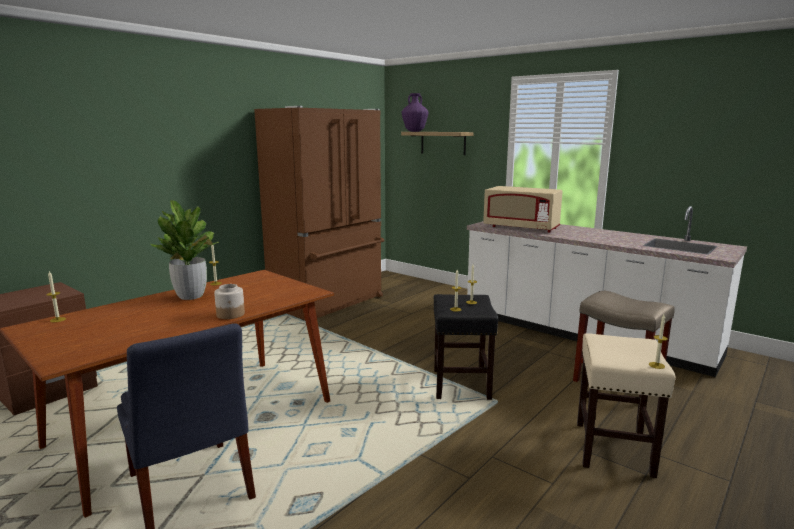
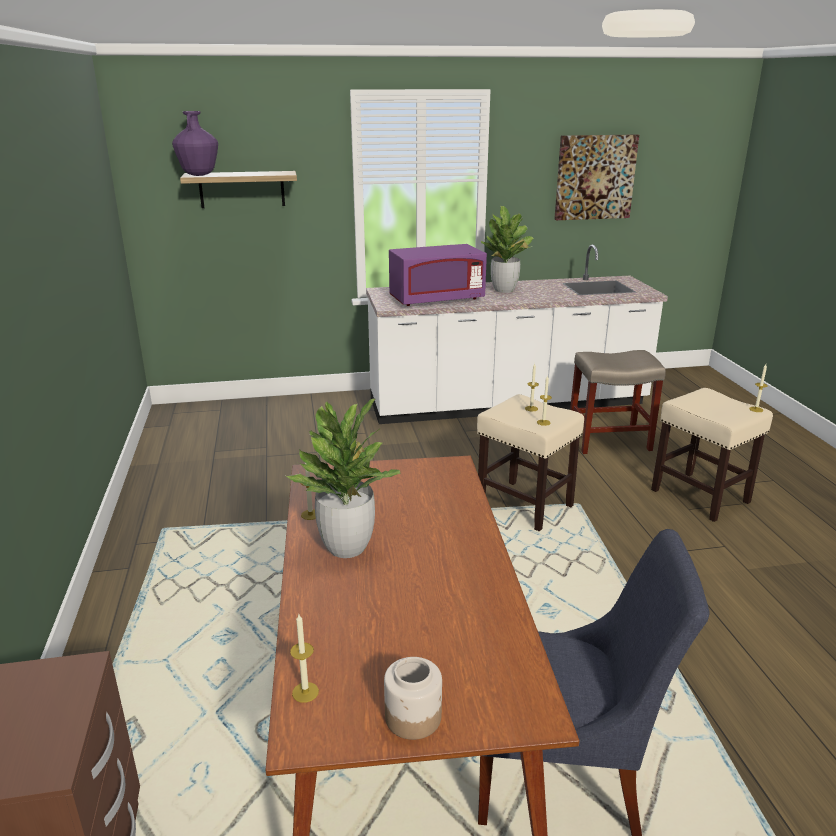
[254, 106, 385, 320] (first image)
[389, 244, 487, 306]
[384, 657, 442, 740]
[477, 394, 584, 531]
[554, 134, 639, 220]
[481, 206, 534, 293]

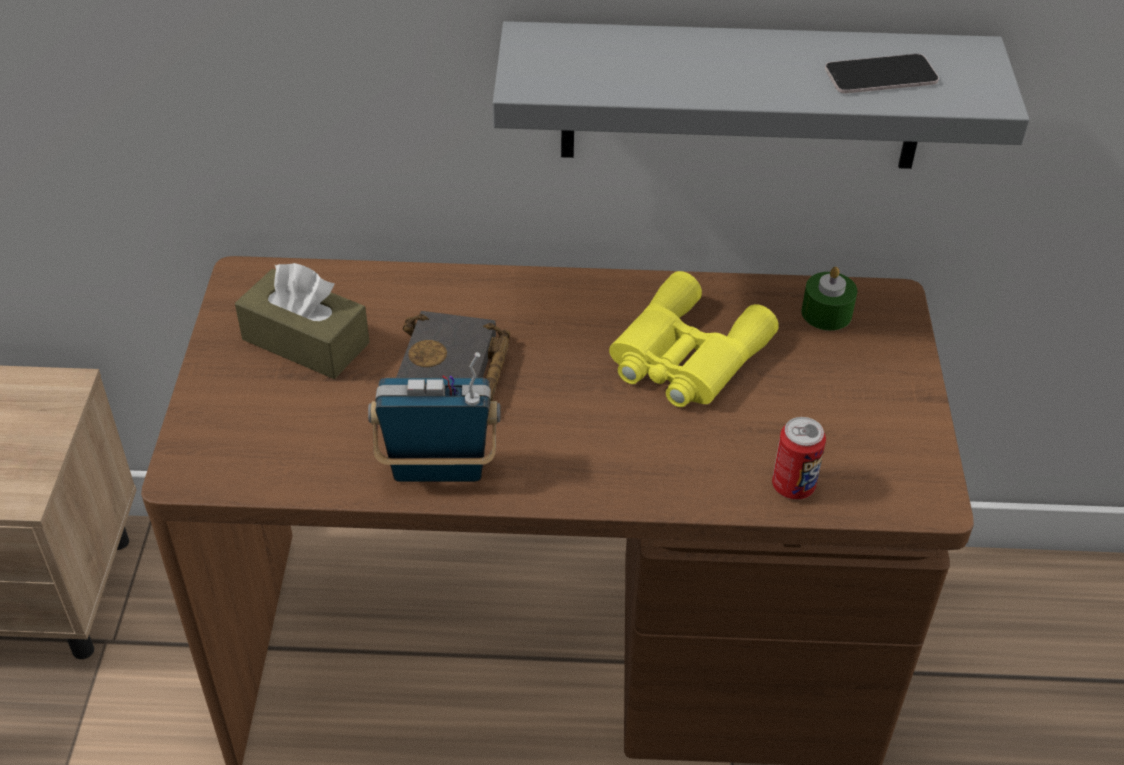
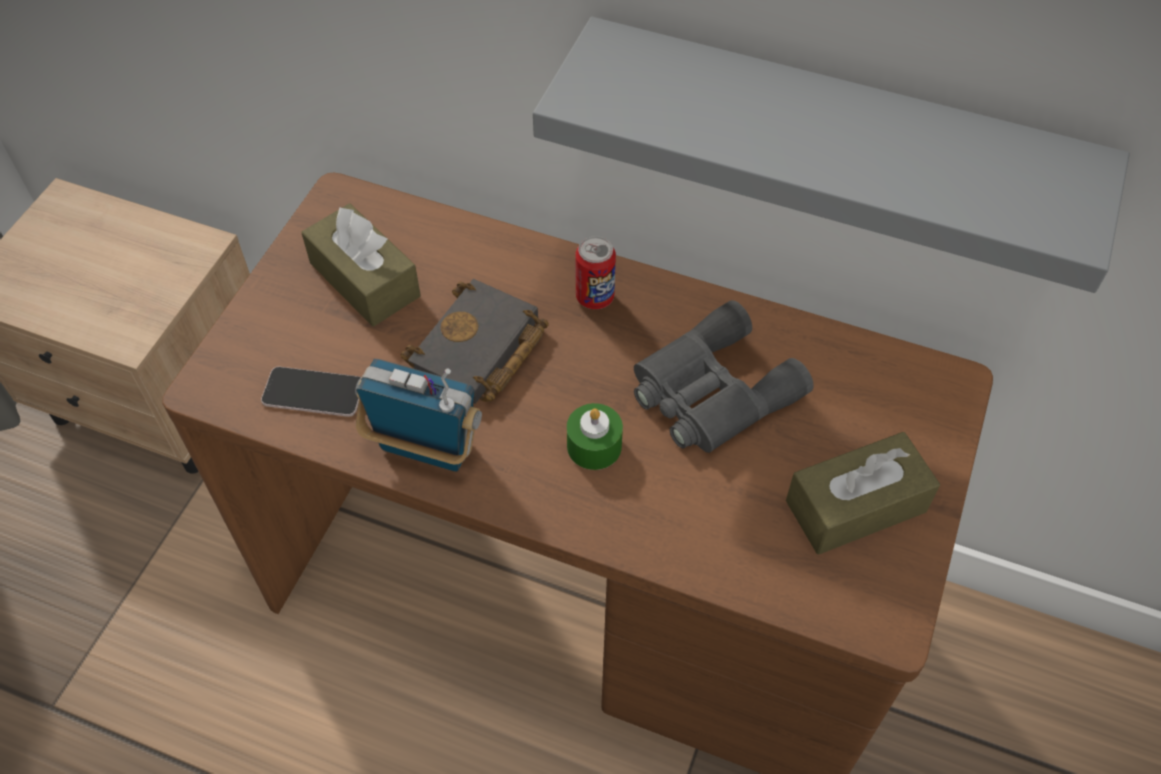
[261, 367, 362, 417]
[567, 403, 623, 470]
[634, 300, 814, 453]
[575, 236, 616, 309]
[786, 432, 940, 555]

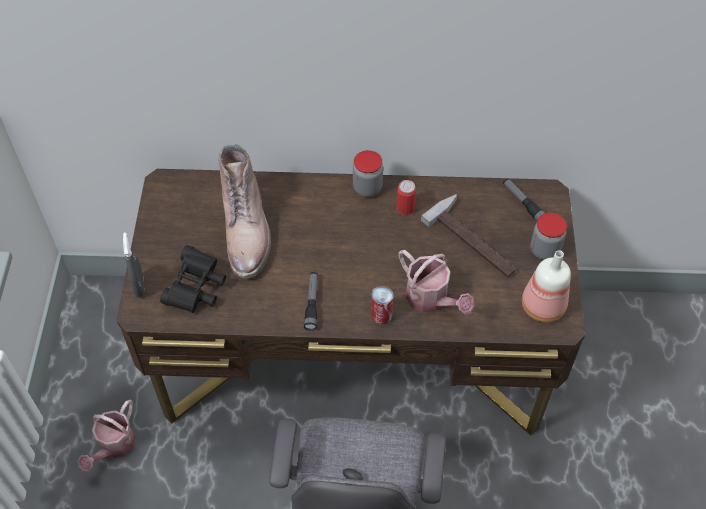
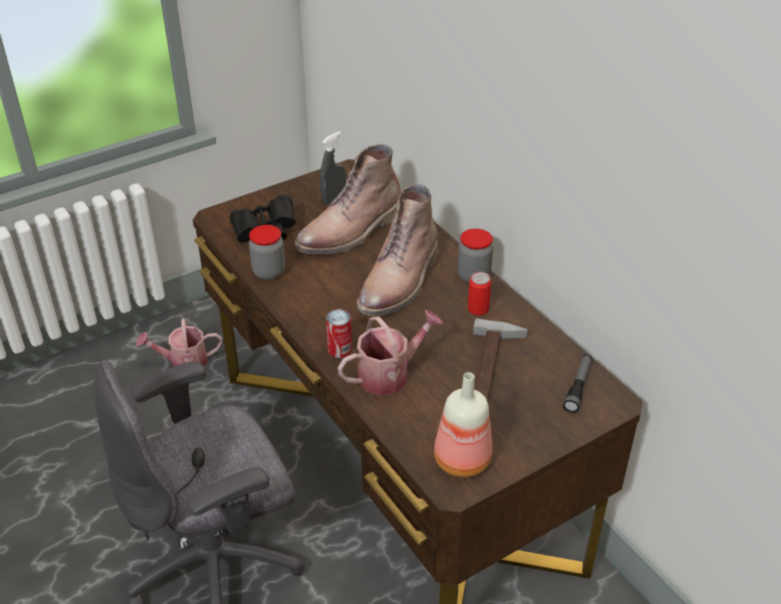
[249, 225, 285, 280]
[319, 131, 346, 204]
[338, 310, 444, 395]
[304, 272, 318, 331] (first image)
[356, 184, 438, 316]

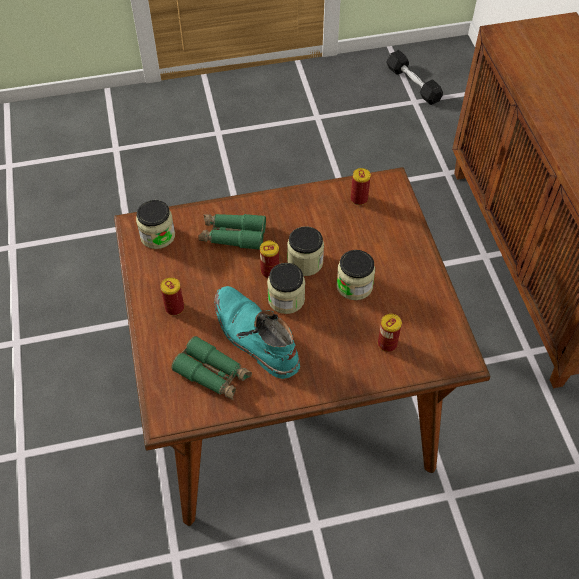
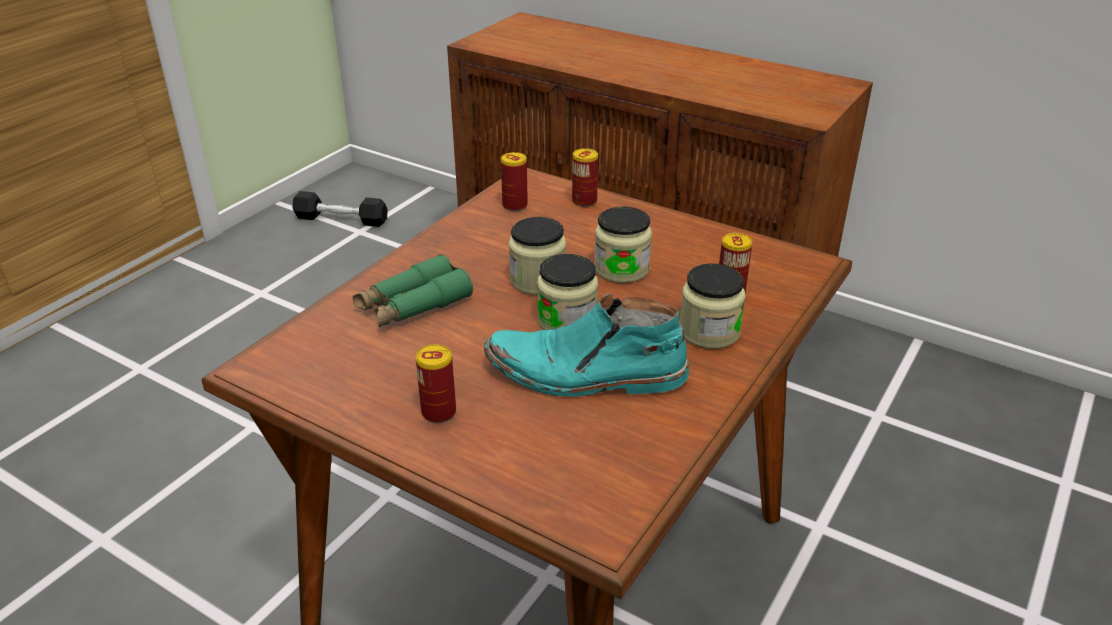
[680, 263, 746, 349]
[572, 148, 598, 207]
[172, 336, 252, 400] (first image)

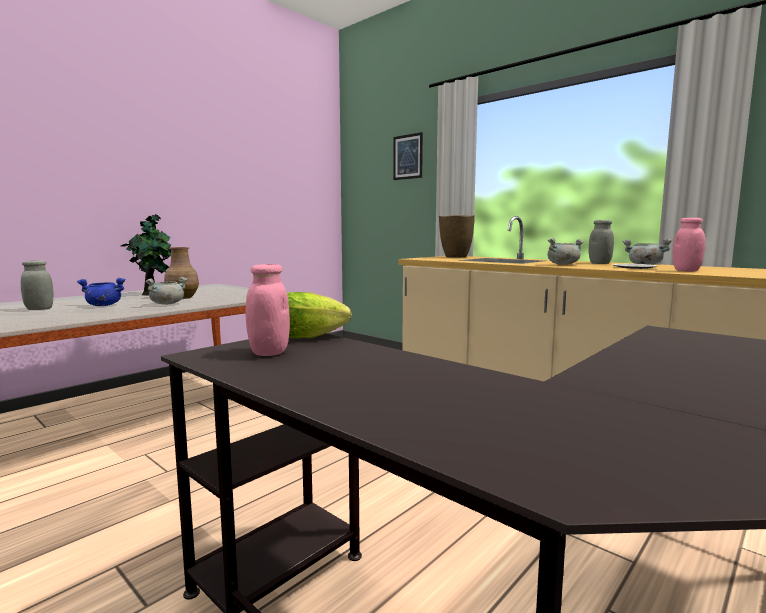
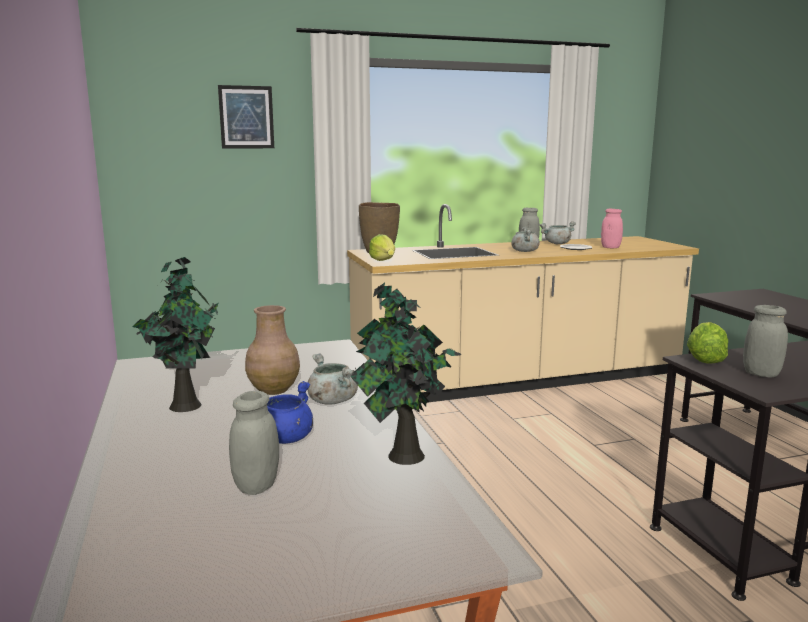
[743, 305, 788, 377]
[369, 234, 395, 261]
[351, 283, 462, 465]

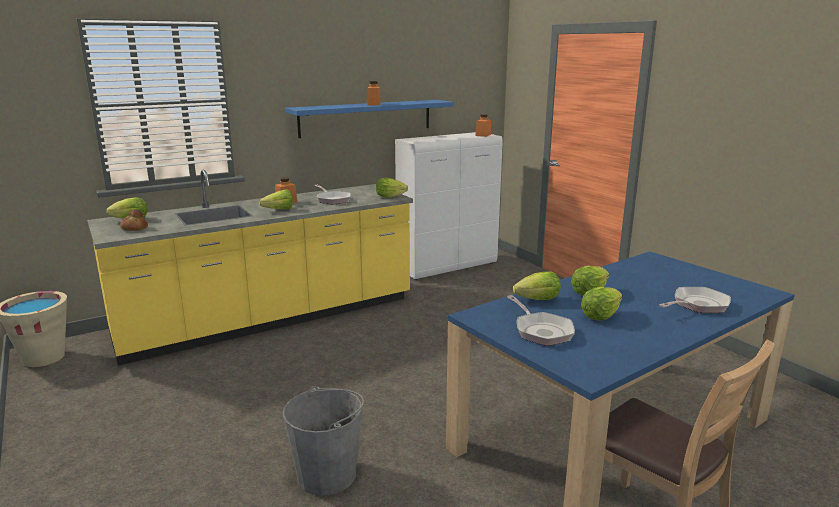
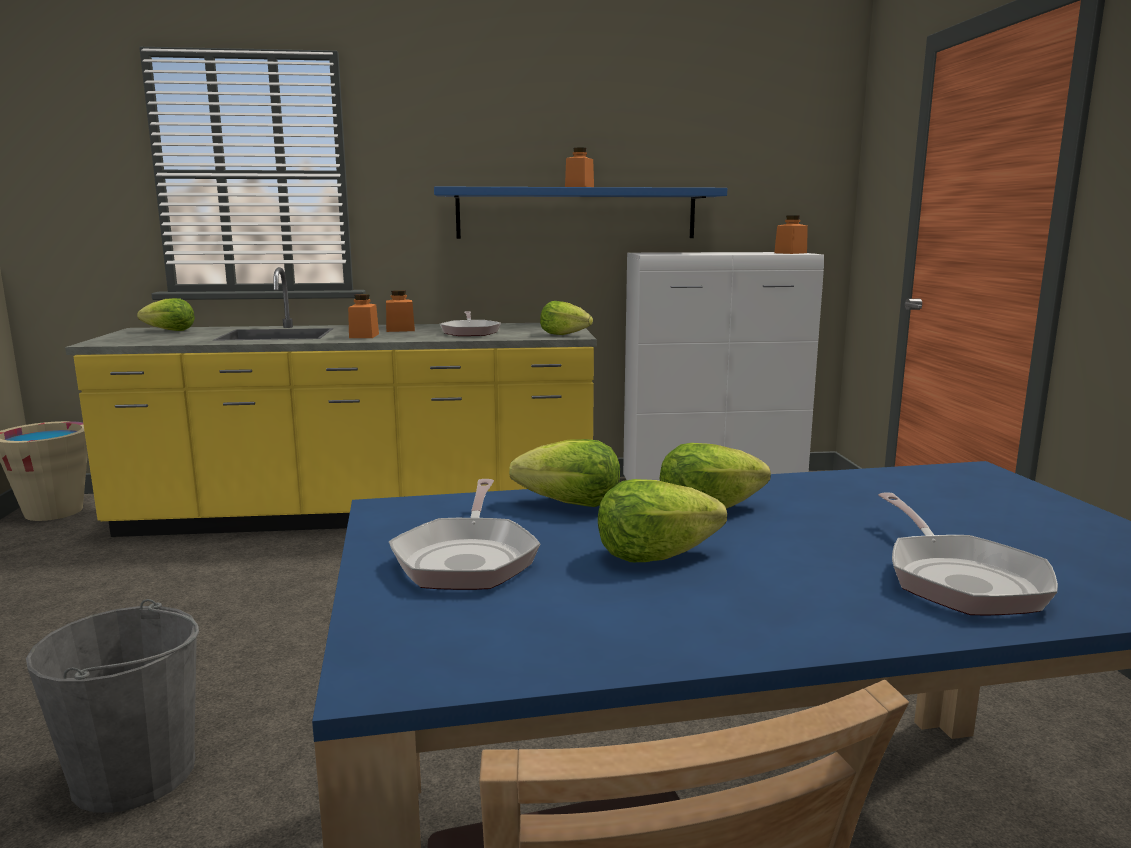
[348, 294, 379, 338]
[120, 210, 148, 231] (first image)
[878, 492, 1058, 615]

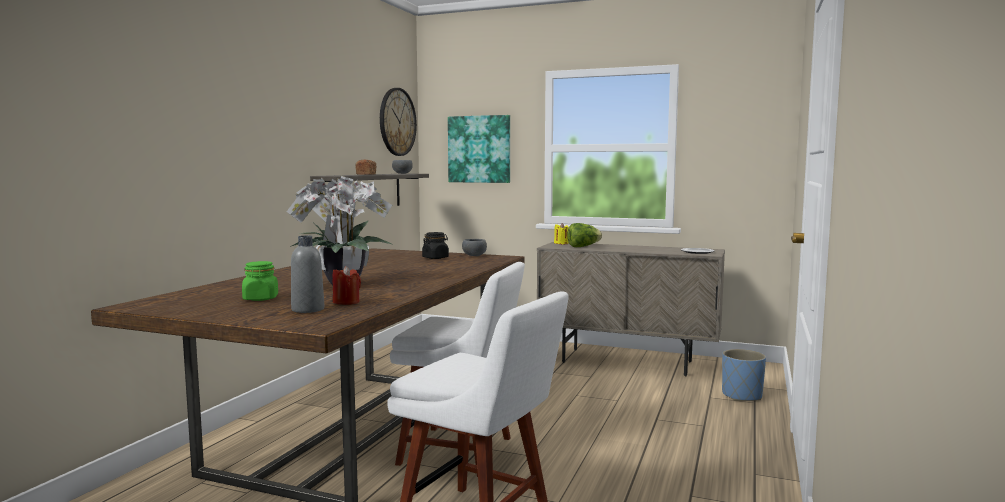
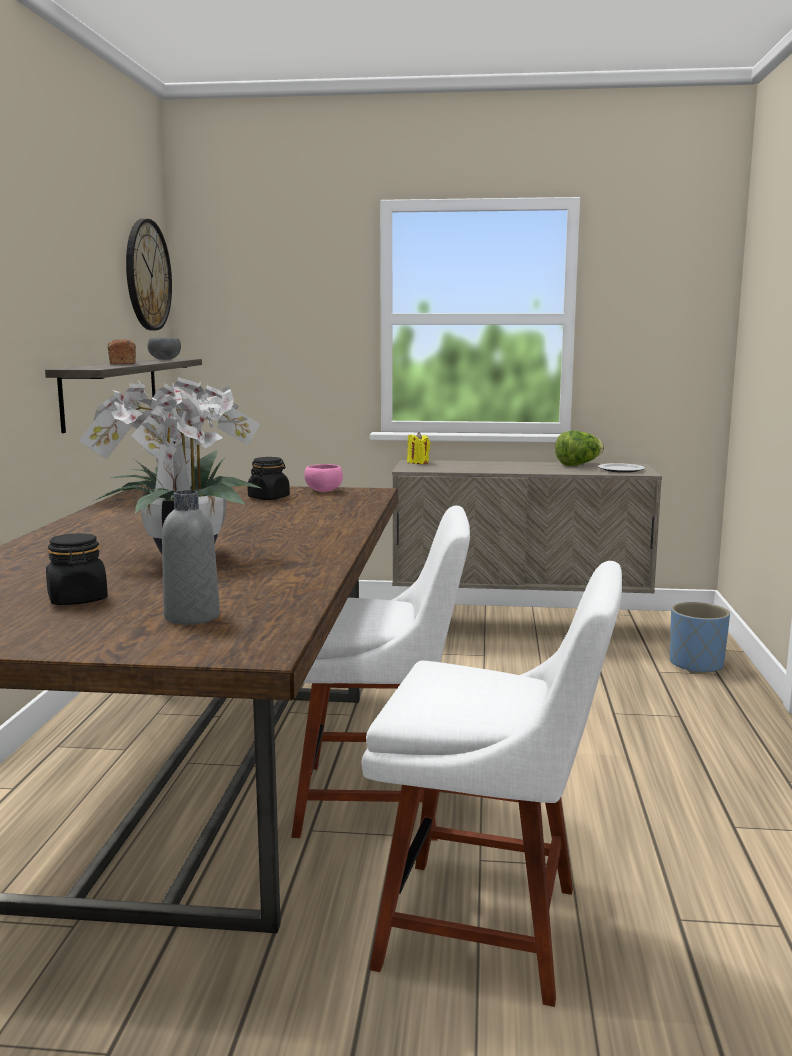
[448, 115, 510, 183] (first image)
[555, 431, 604, 466]
[304, 464, 343, 492]
[46, 533, 108, 605]
[332, 266, 361, 305] (first image)

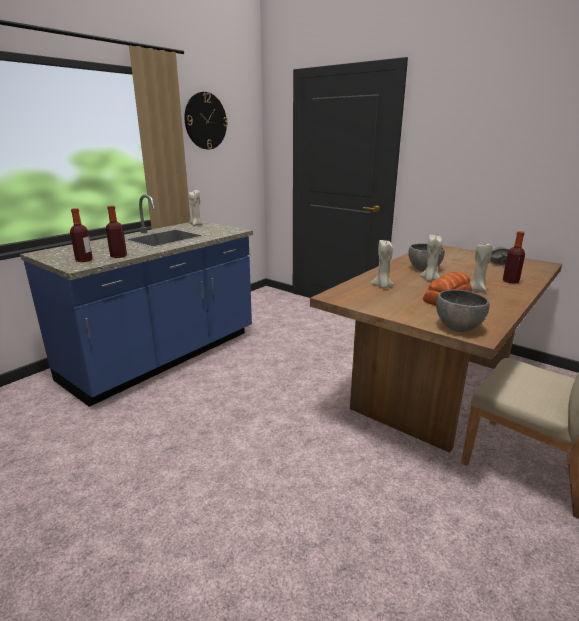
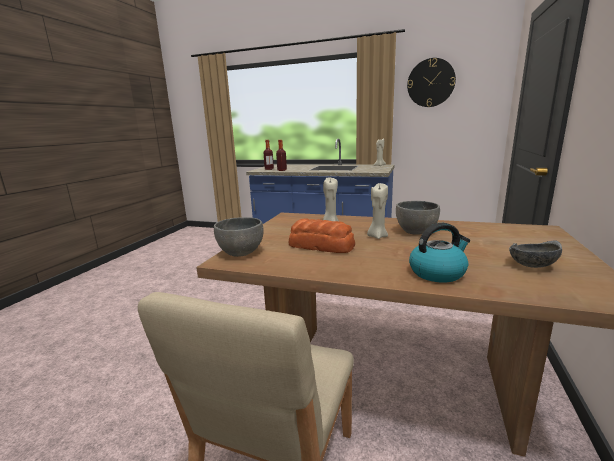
[409, 223, 470, 282]
[470, 244, 493, 292] (first image)

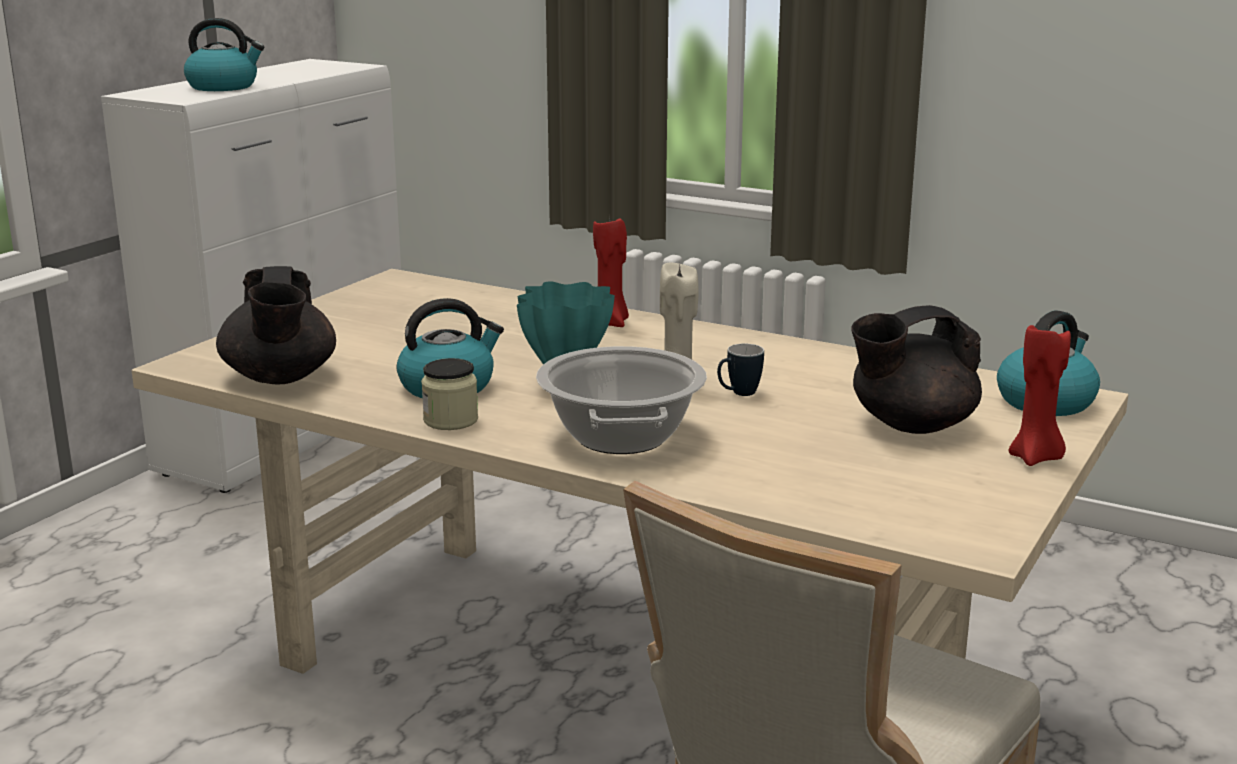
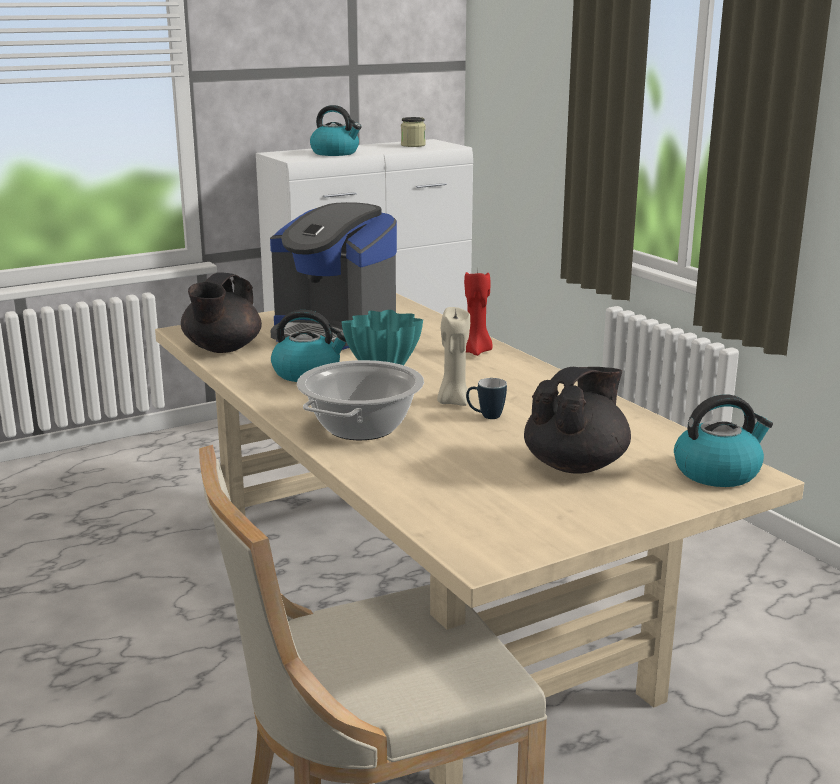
[524, 367, 631, 474]
[1009, 322, 1071, 466] (first image)
[401, 117, 426, 147]
[270, 202, 397, 350]

